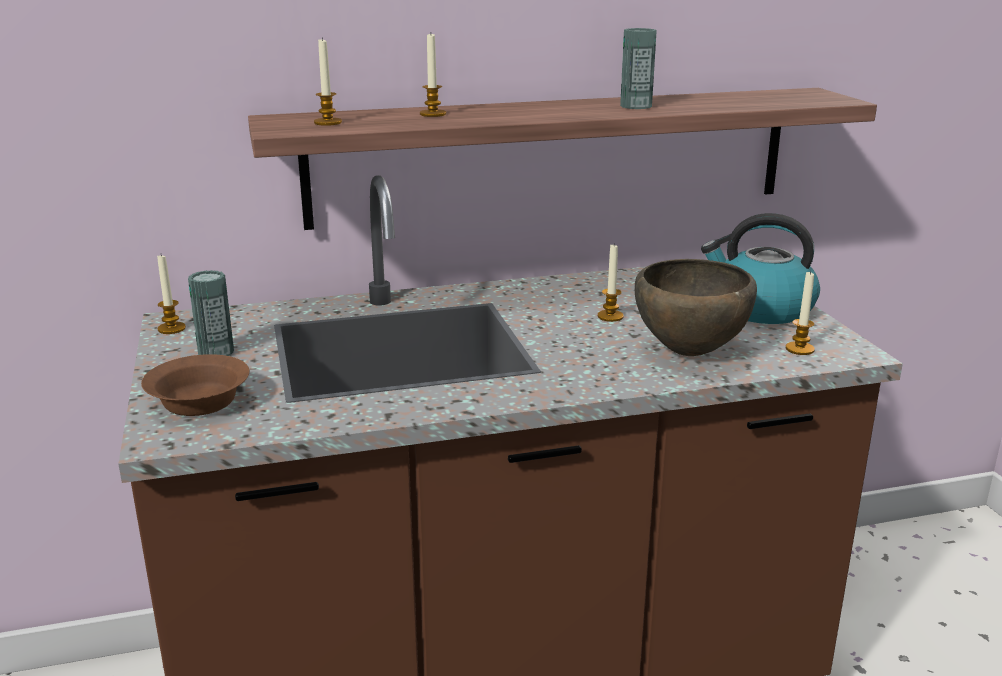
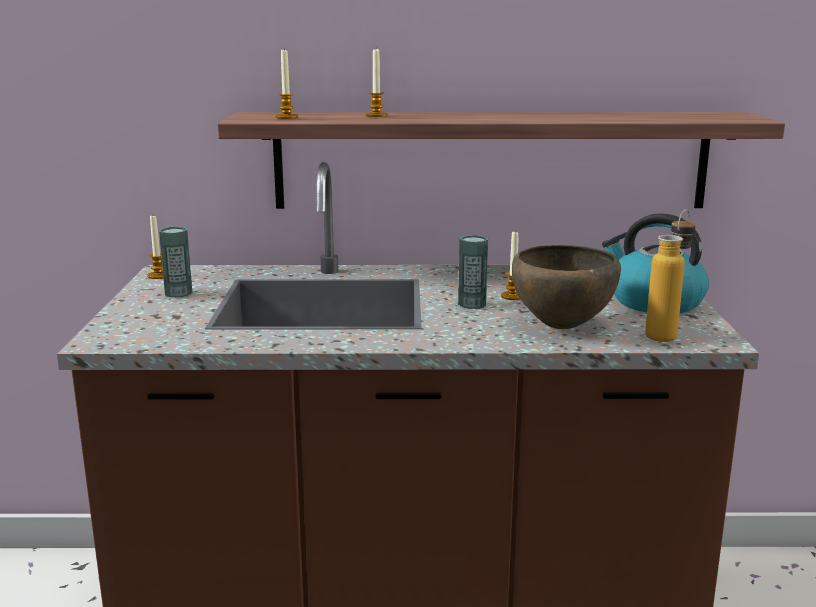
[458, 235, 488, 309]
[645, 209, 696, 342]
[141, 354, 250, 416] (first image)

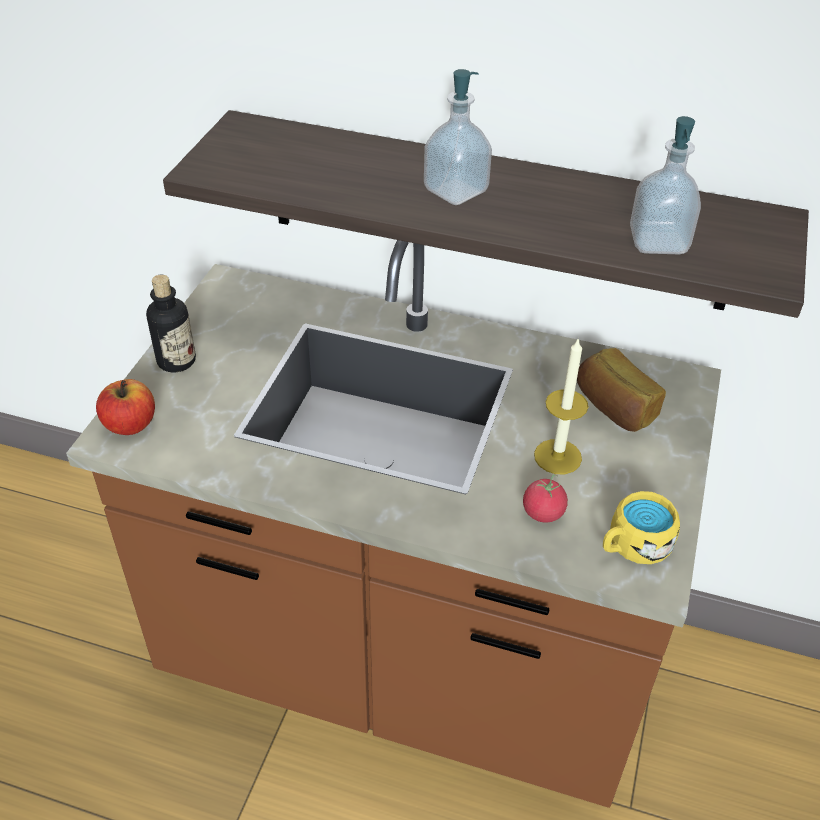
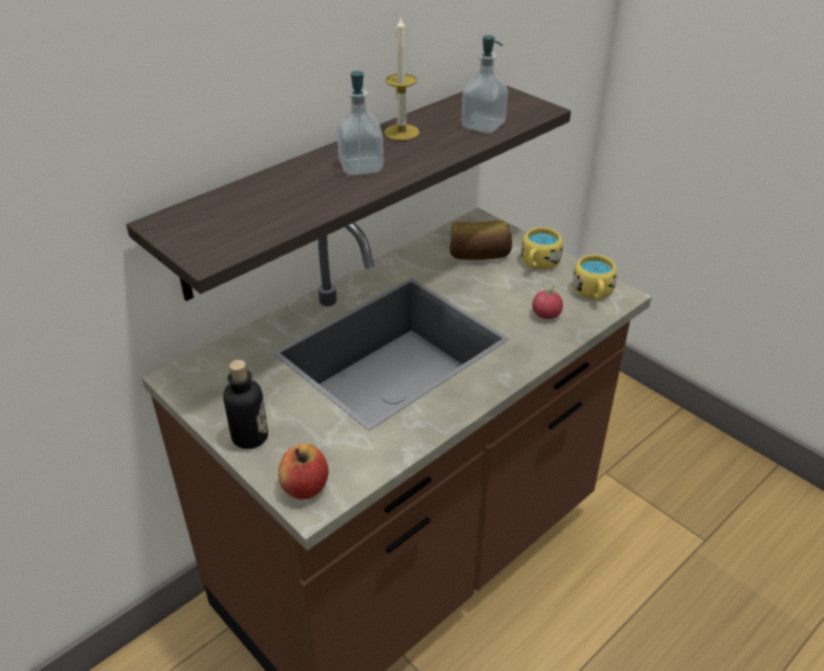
[384, 17, 419, 141]
[521, 227, 563, 270]

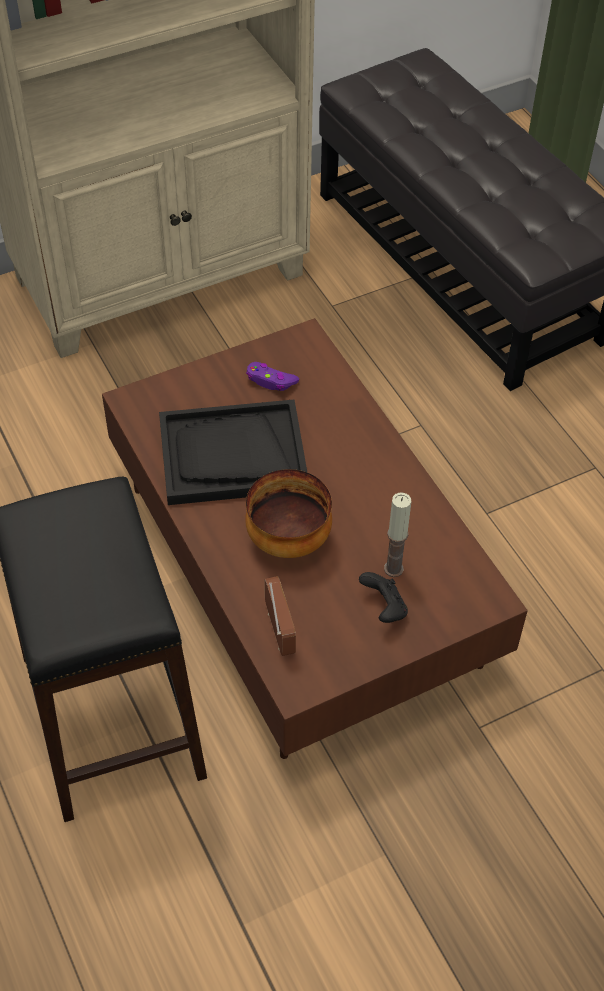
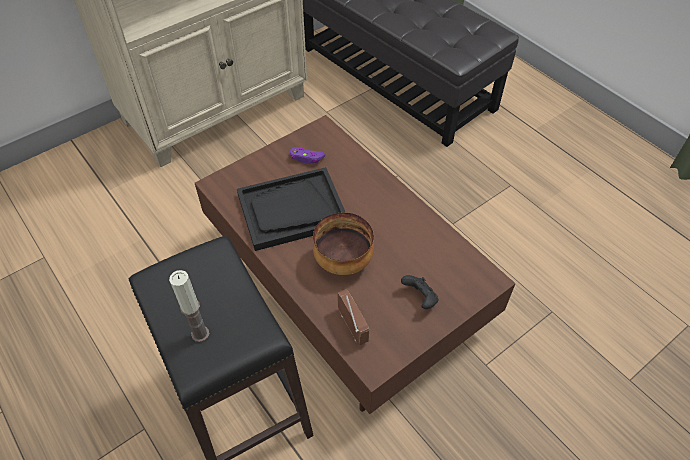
[169, 270, 209, 342]

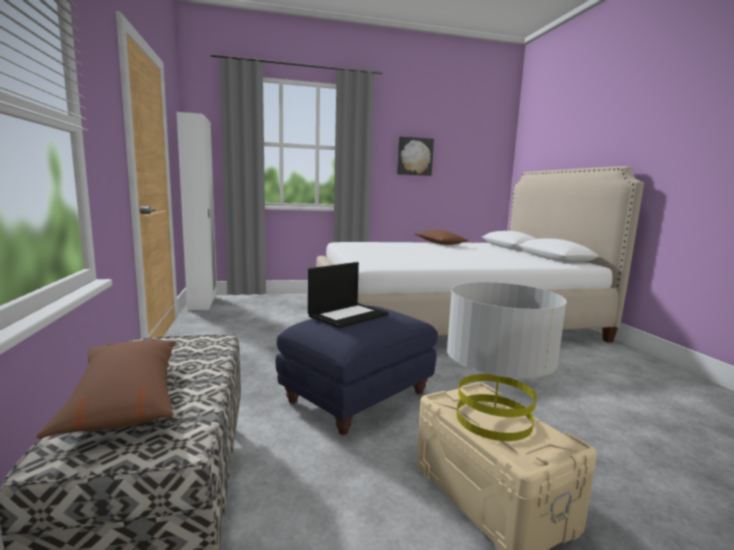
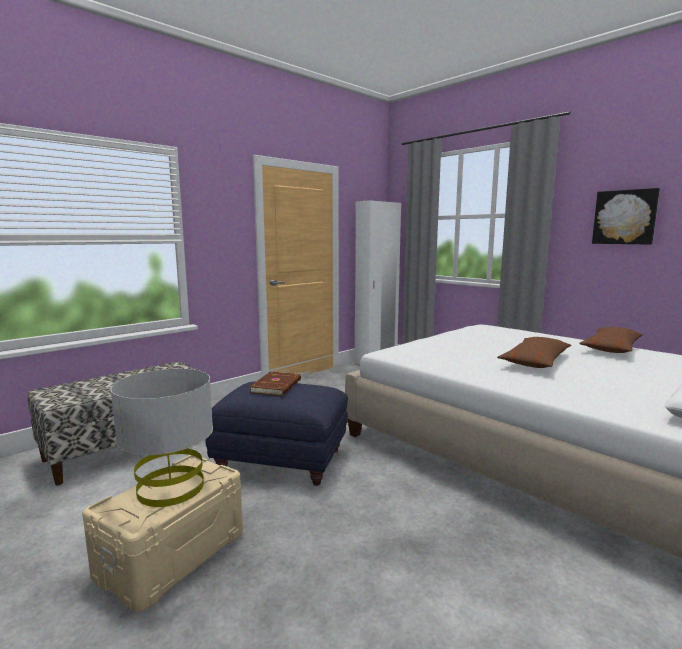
[249, 372, 301, 396]
[497, 337, 571, 368]

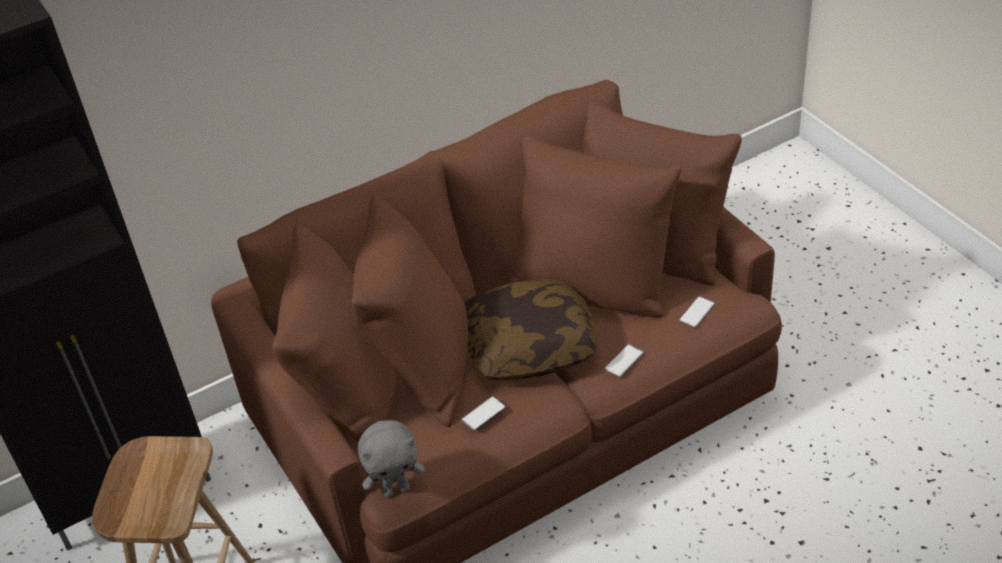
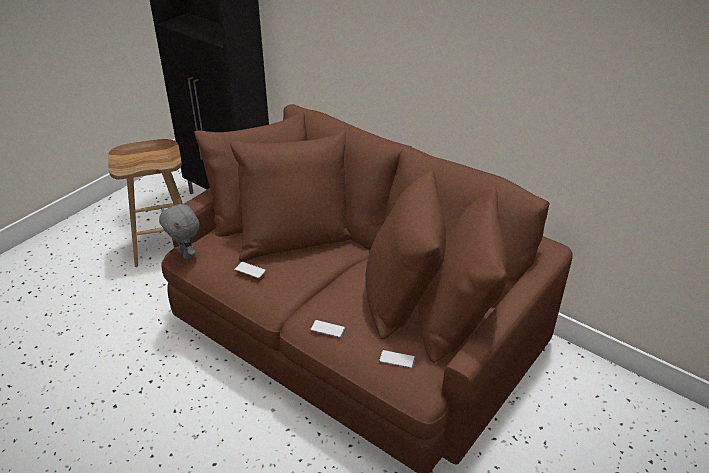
[464, 279, 597, 380] (first image)

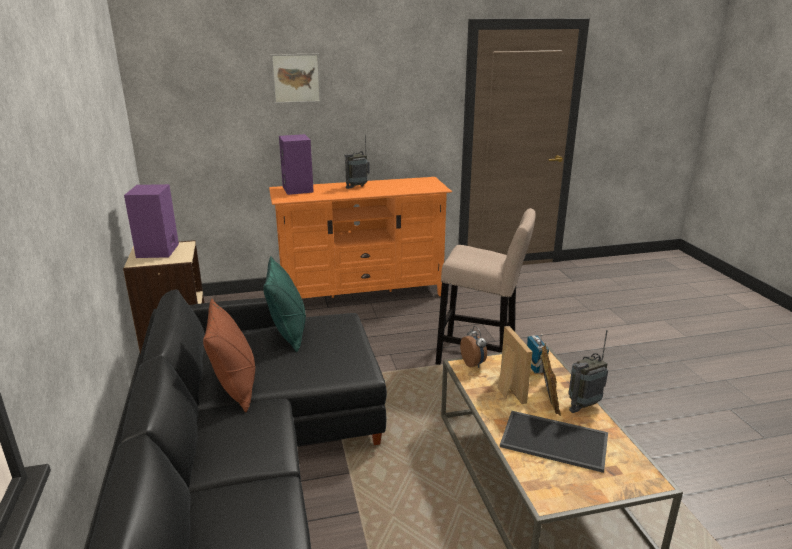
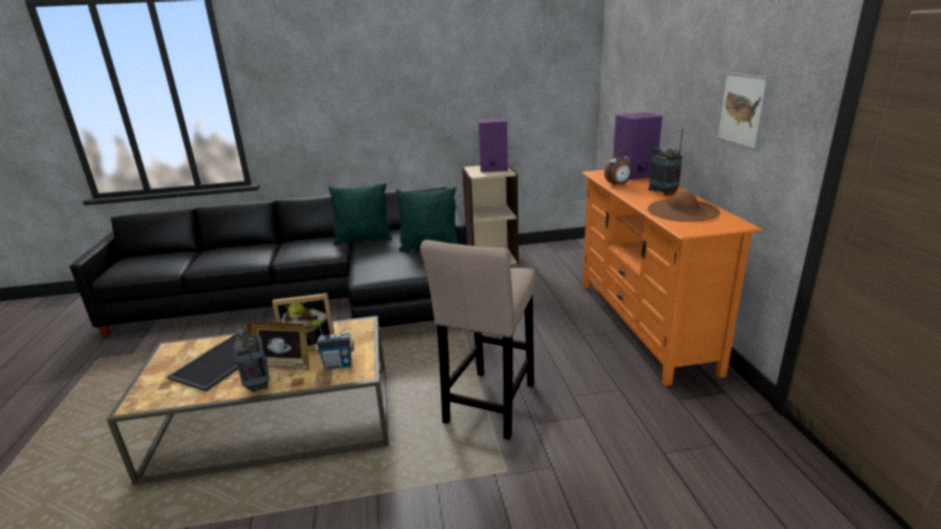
[716, 72, 771, 150]
[329, 183, 392, 245]
[604, 150, 632, 186]
[648, 191, 720, 222]

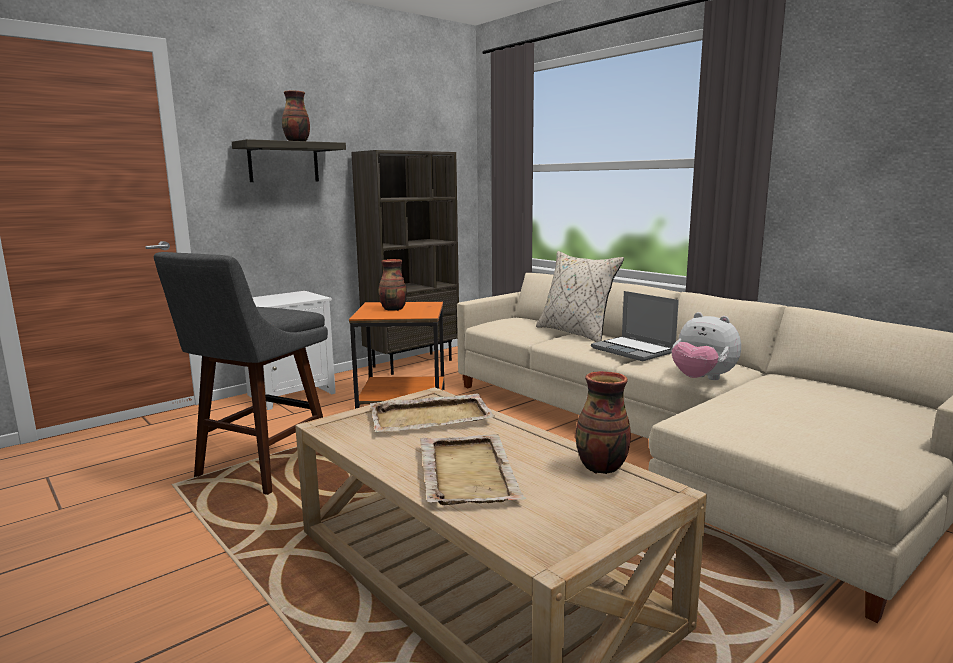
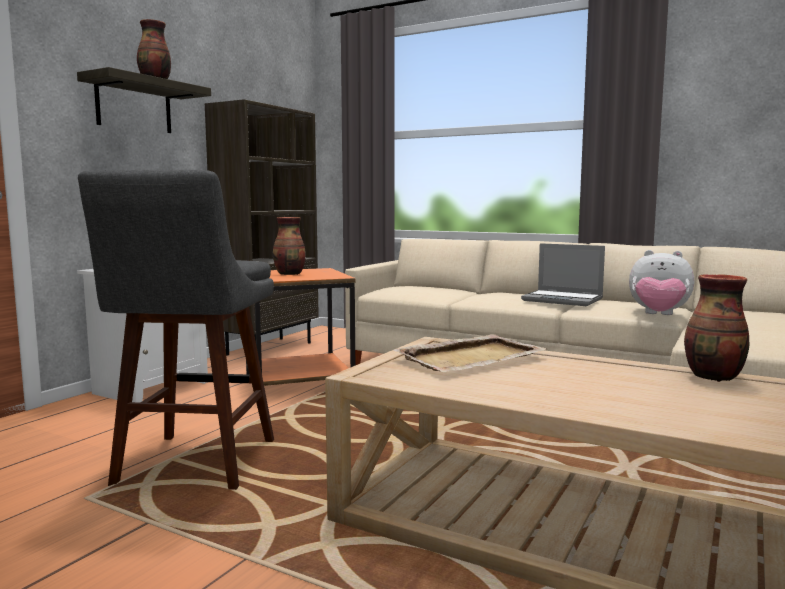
[536, 251, 624, 342] (first image)
[420, 434, 526, 505] (first image)

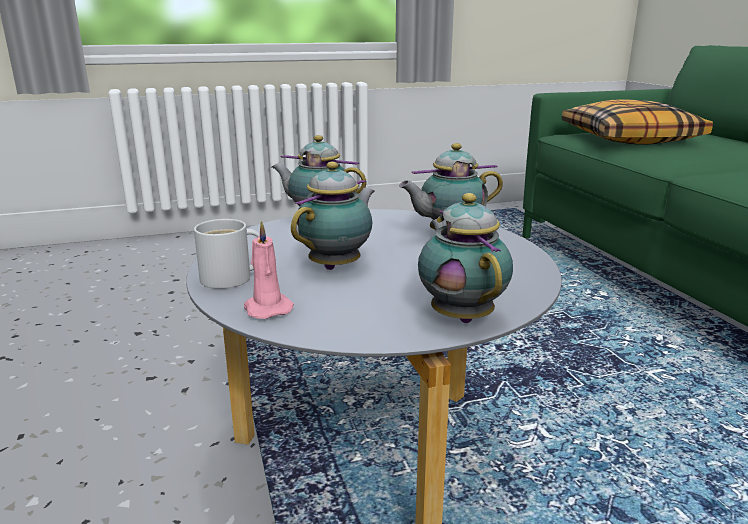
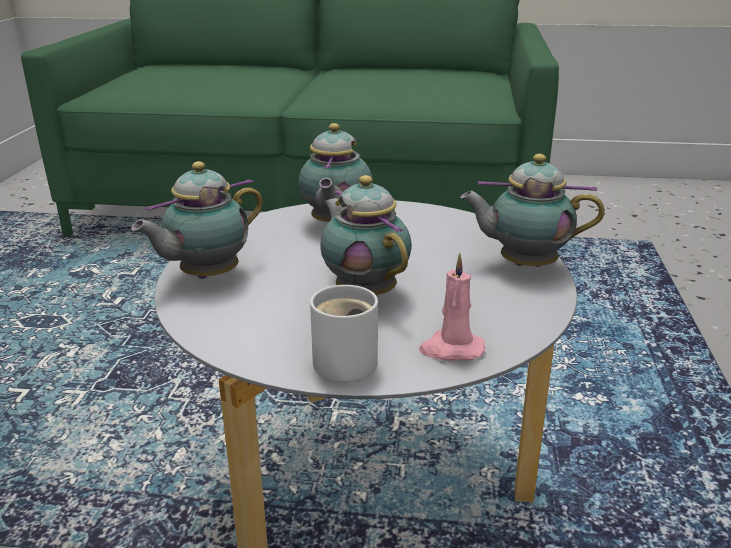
[562, 99, 713, 145] (first image)

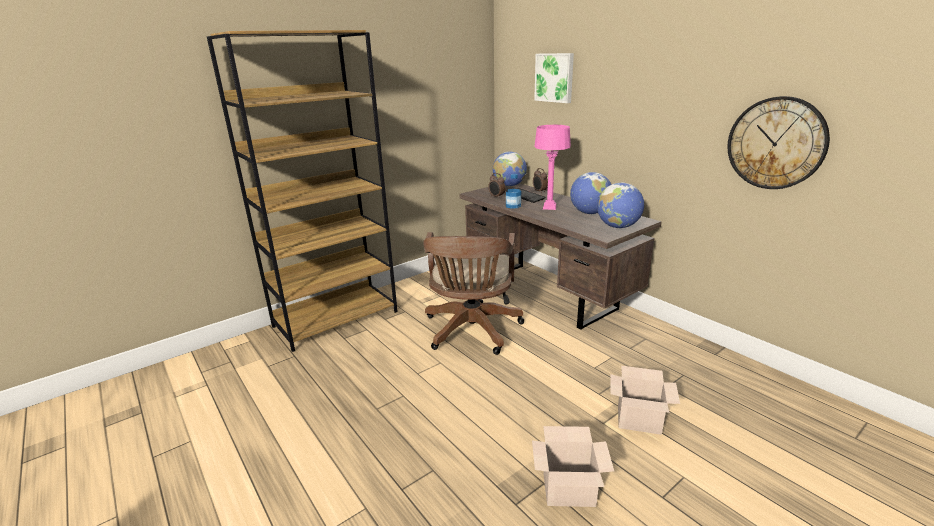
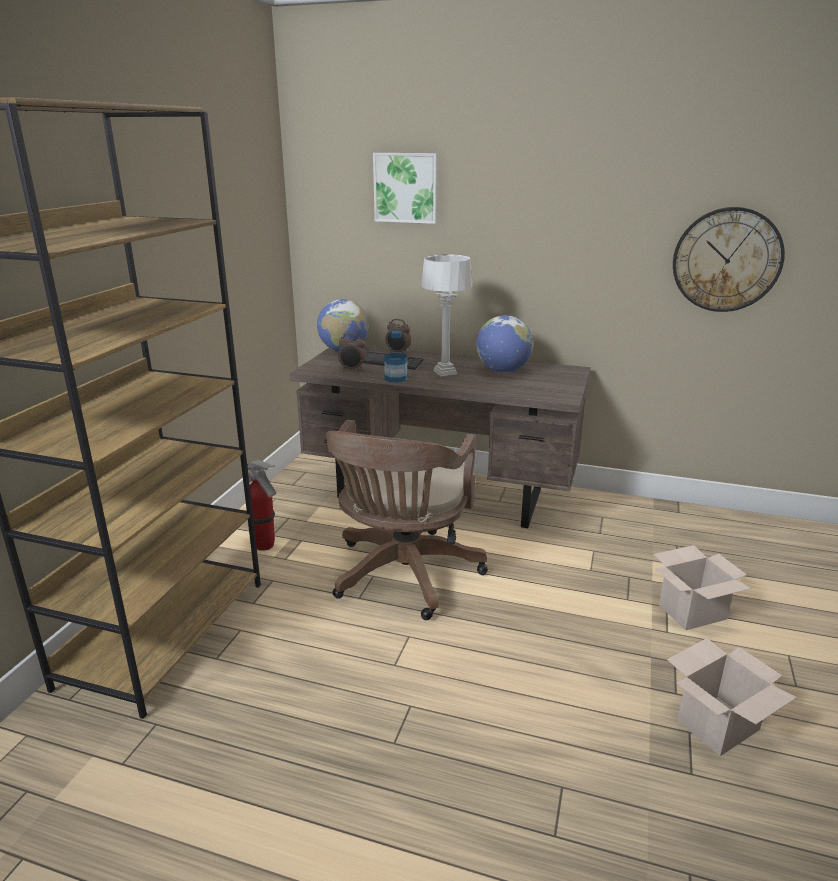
[421, 254, 473, 376]
[597, 183, 644, 228] (first image)
[326, 420, 488, 620]
[243, 460, 276, 551]

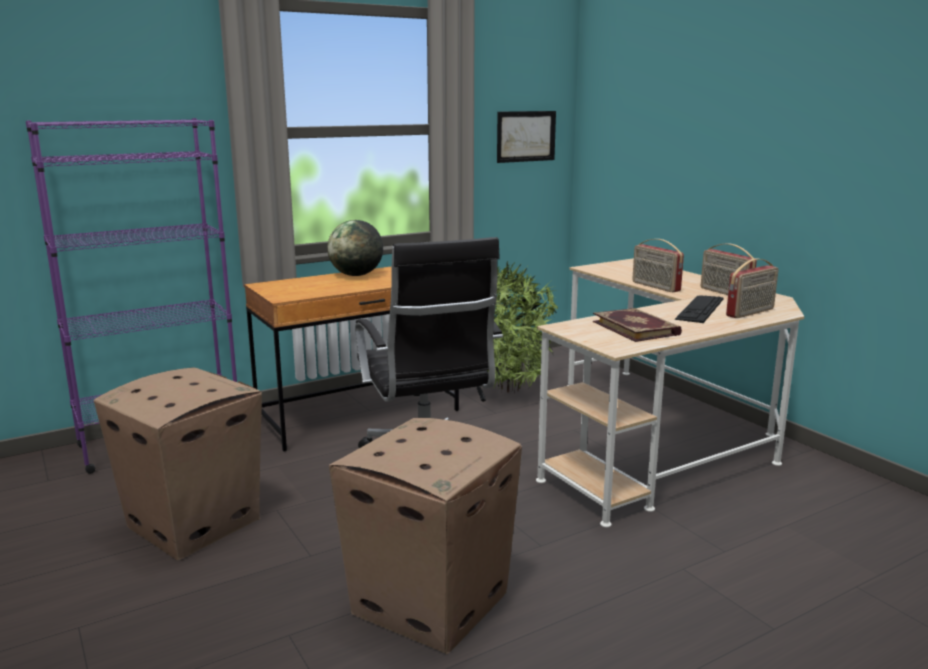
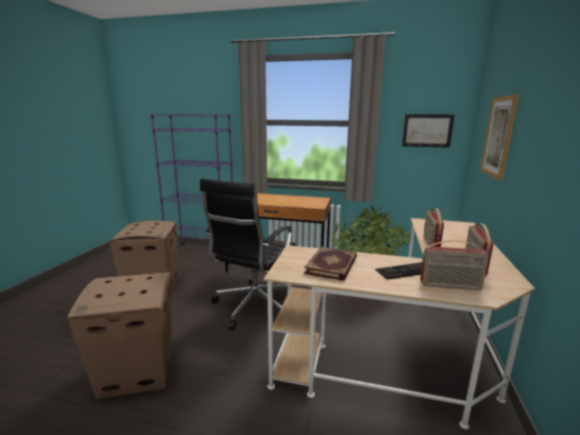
[327, 220, 383, 276] (first image)
[480, 94, 519, 181]

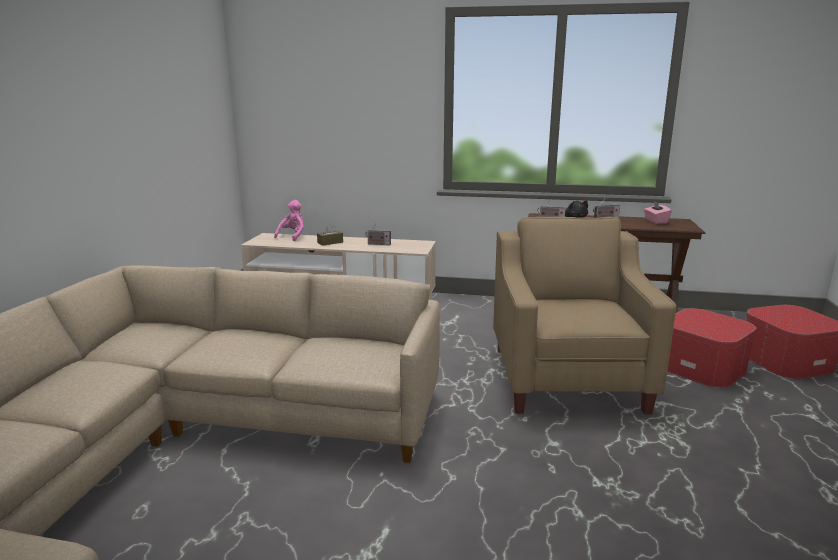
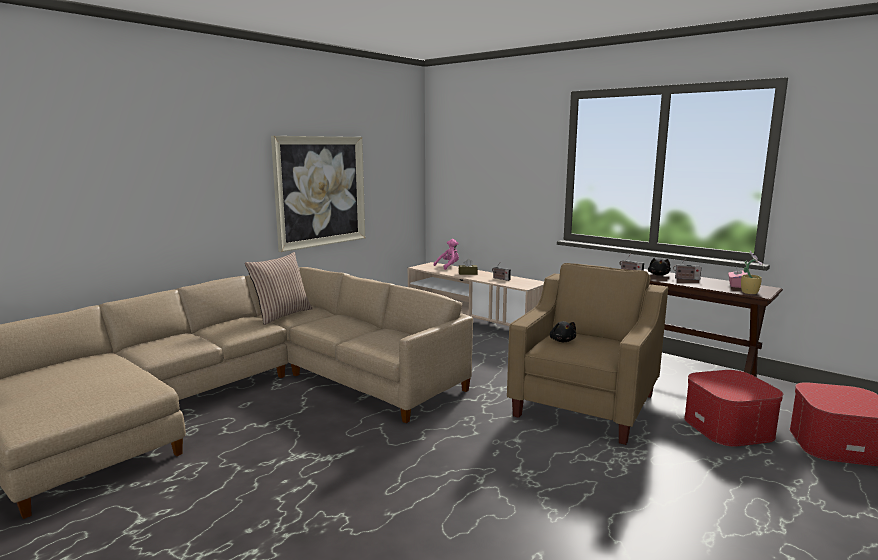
[271, 136, 365, 252]
[741, 250, 764, 294]
[245, 252, 313, 325]
[550, 321, 576, 342]

